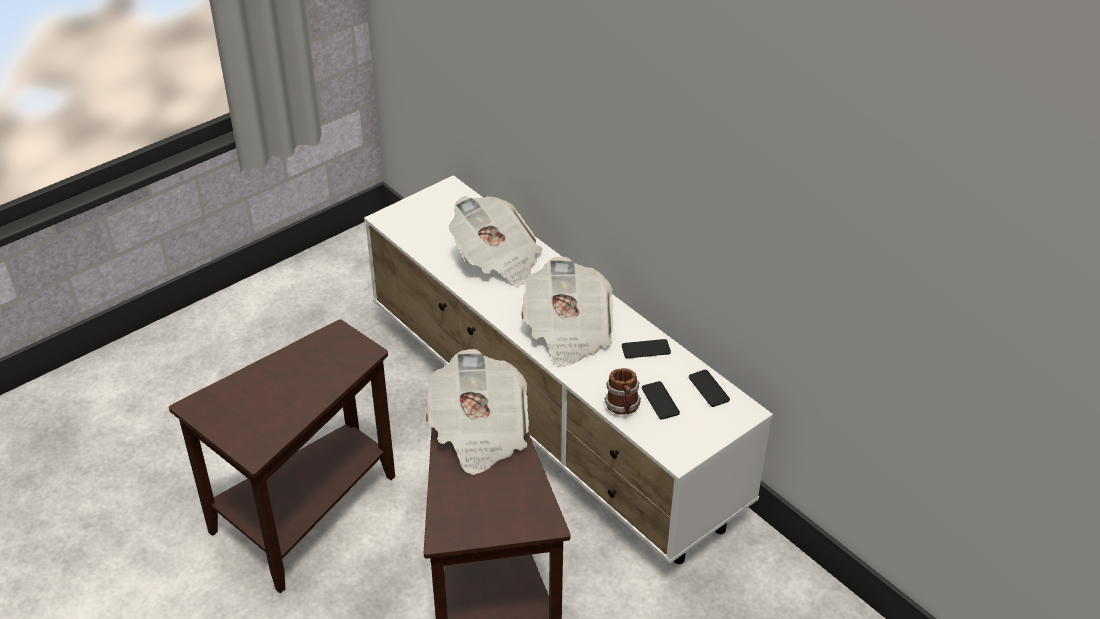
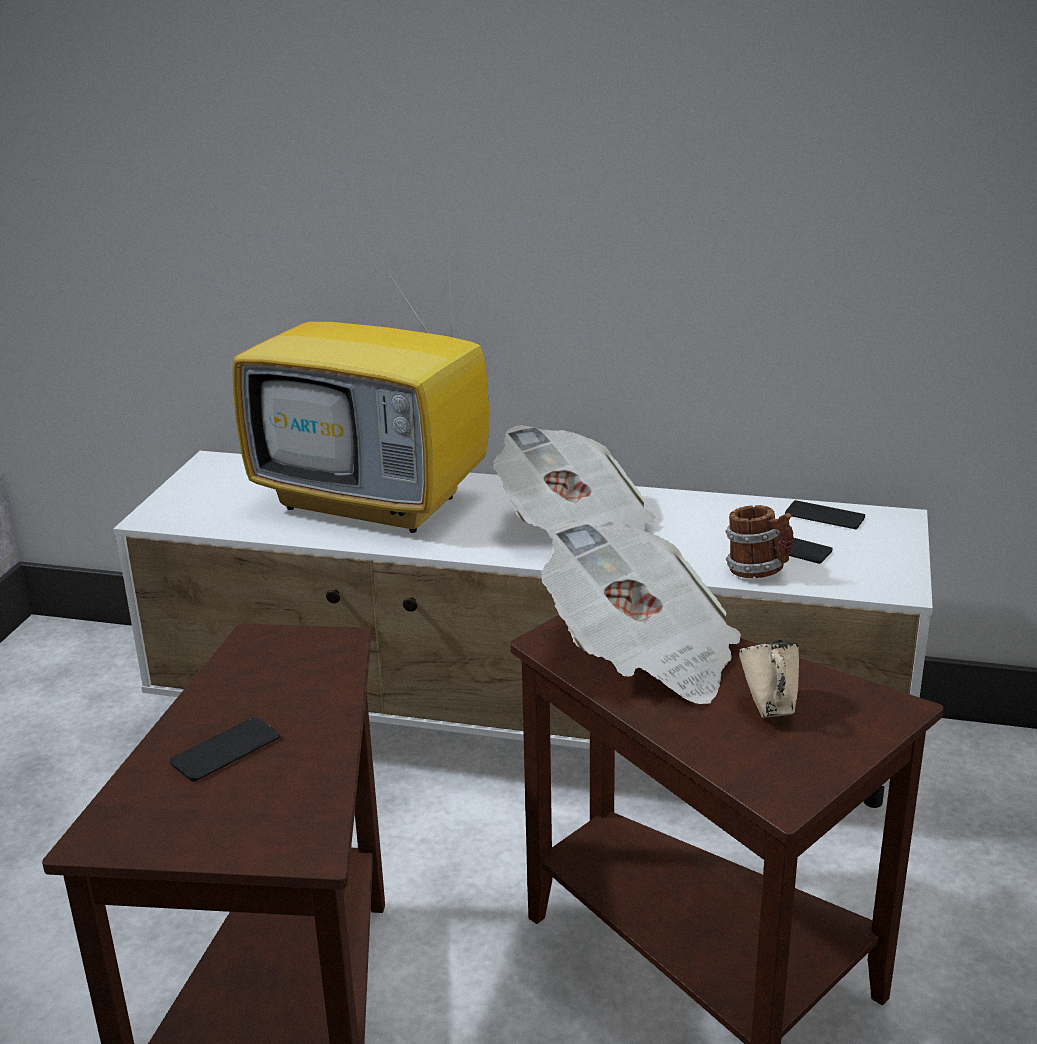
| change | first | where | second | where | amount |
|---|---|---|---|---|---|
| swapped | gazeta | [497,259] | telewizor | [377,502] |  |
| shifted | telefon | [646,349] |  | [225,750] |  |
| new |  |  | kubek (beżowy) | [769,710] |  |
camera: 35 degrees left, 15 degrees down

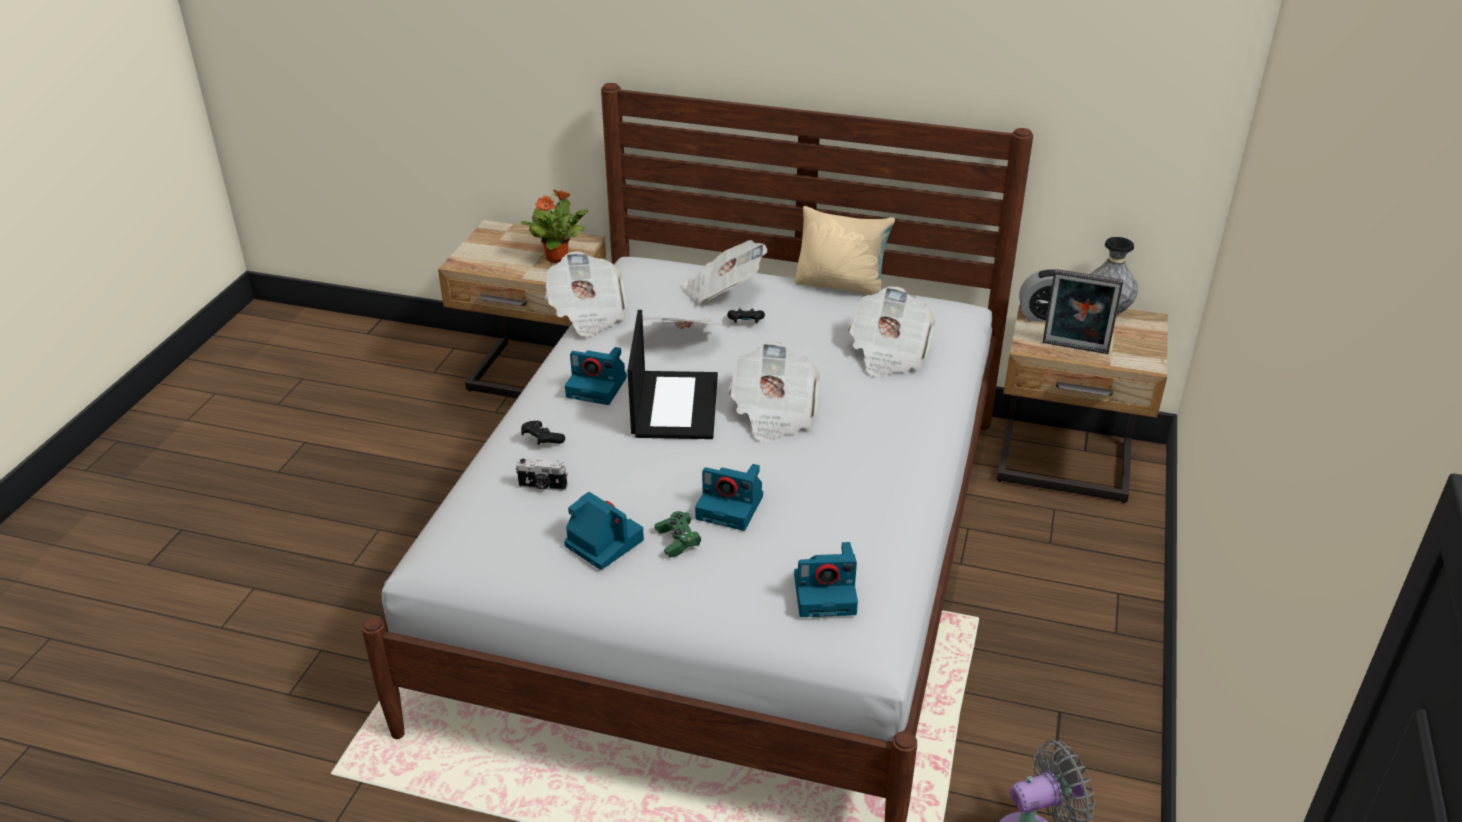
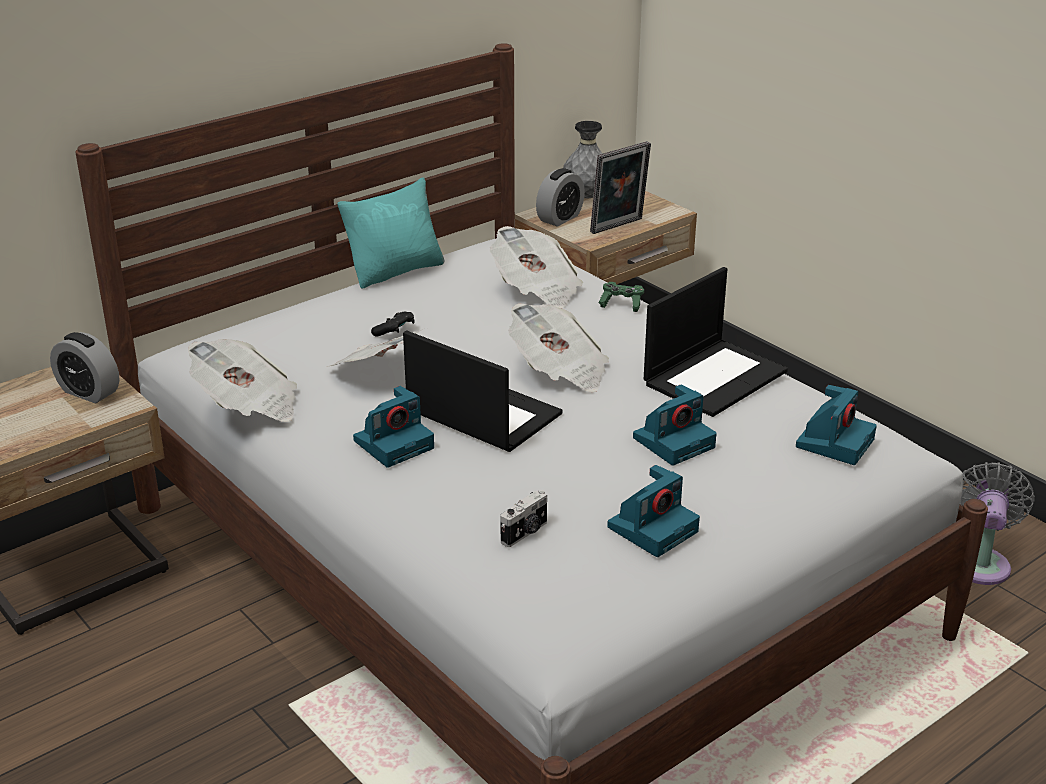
| change | first | where | second | where | amount |
|---|---|---|---|---|---|
| swapped | roślina doniczkowa | [558,258] | budzik | [89,392] |  |
| gone | pad do gier (czarny) | [542,440] |  |  |  |
| rotated | aparat fotograficzny | [602,542] |  | [653,528] | 150 degrees clockwise |
| shifted | pad do gier (zielony) | [677,541] |  | [621,304] |  |
| gone | gazeta | [723,290] |  |  |  |
| repainted | poduszka (beżowy) | [841,285] | poduszka (turkusowy) | [396,271] |  |
| new |  |  | laptop | [715,377] |  |
camera: 55 degrees left, 5 degrees down

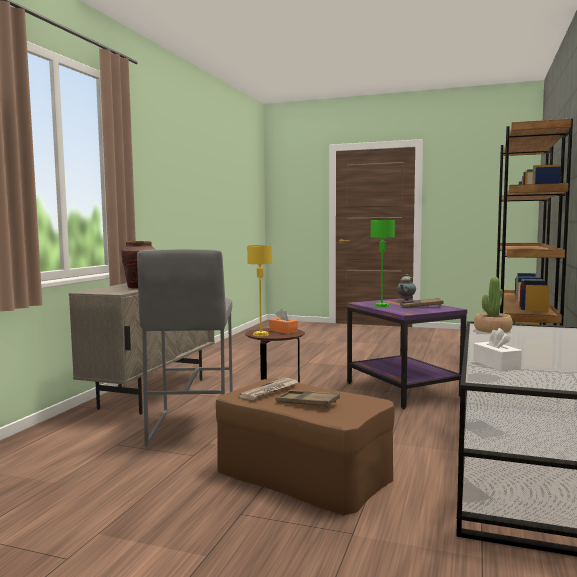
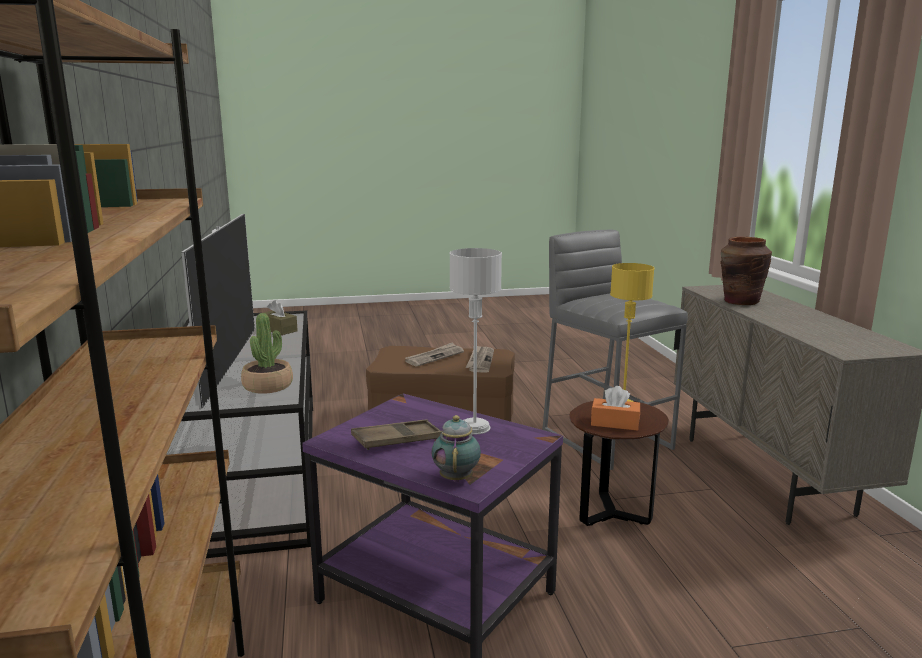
| change | first | where | second | where | amount |
|---|---|---|---|---|---|
| swapped | taca (brązowy) | [307,403] | gazeta | [434,357] |  |
| repainted | lampa stołowa (zielony) | [381,306] | lampa stołowa (szary) | [475,427] |  |
| repainted | pudełko chusteczek (biały) | [496,365] | pudełko chusteczek (brązowy) | [279,329] |  |
| new |  |  | telewizor | [229,364] |  |
camera: 150 degrees right, 10 degrees up

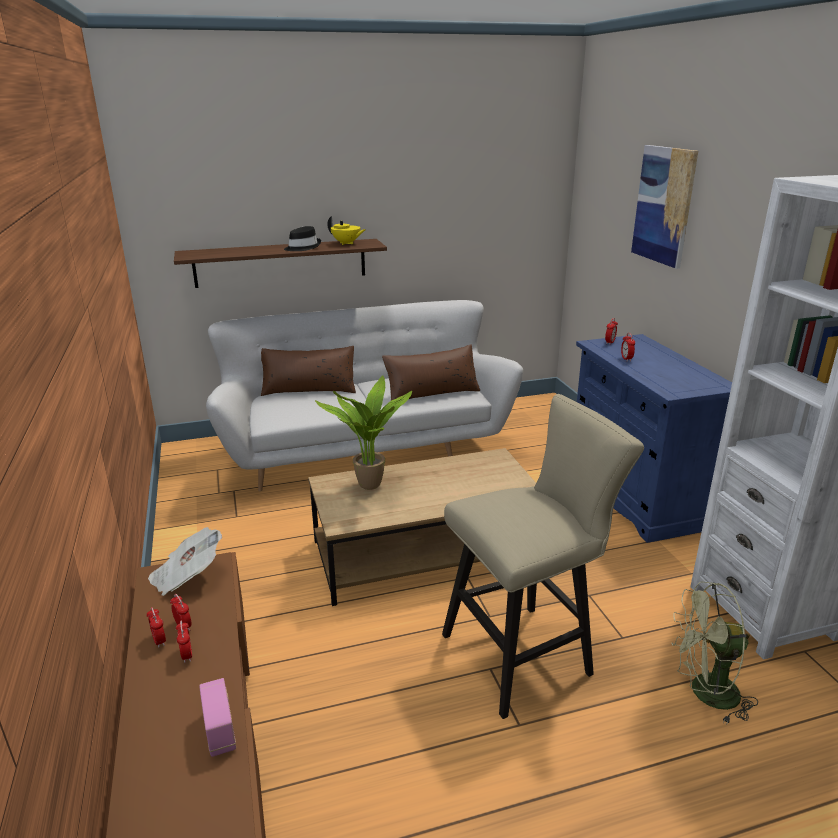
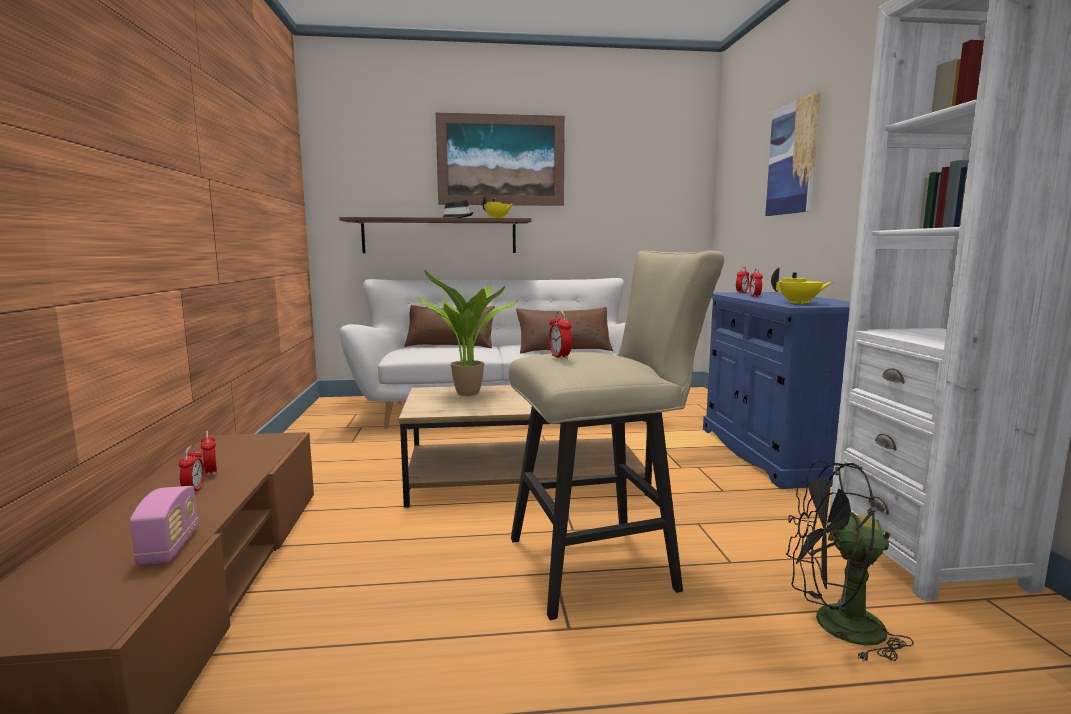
| change | first | where | second | where | amount |
|---|---|---|---|---|---|
| shifted | budzik | [159,640] |  | [560,357] |  |
| gone | gazeta | [187,576] |  |  |  |
| repainted | wentylator (zielony) | [705,694] | wentylator (czarny) | [834,626] |  |
| new |  |  | obraz | [501,160] |  |
| new |  |  | imbryk (żółty) | [799,303] |  |
camera: 10 degrees right, 15 degrees down

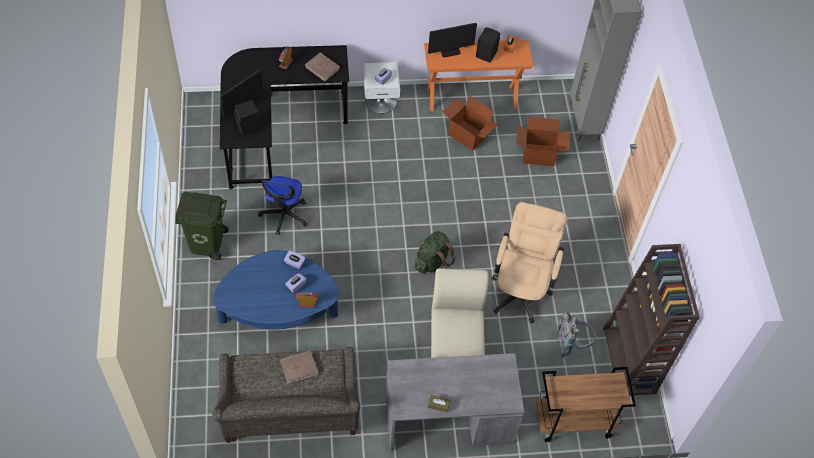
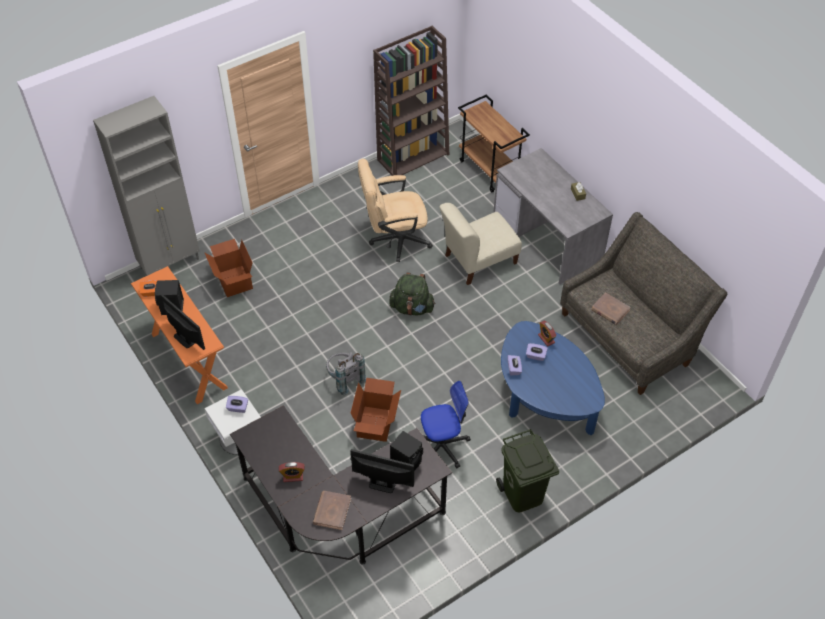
| change | first | where | second | where | amount |
|---|---|---|---|---|---|
| shifted | książka (brązowy) | [322,68] |  | [332,511] |  |
| shifted | karton | [467,135] |  | [376,424] |  |
| shifted | plecak (szary) | [573,344] |  | [344,379] |  |
camera: 115 degrees left, 5 degrees down

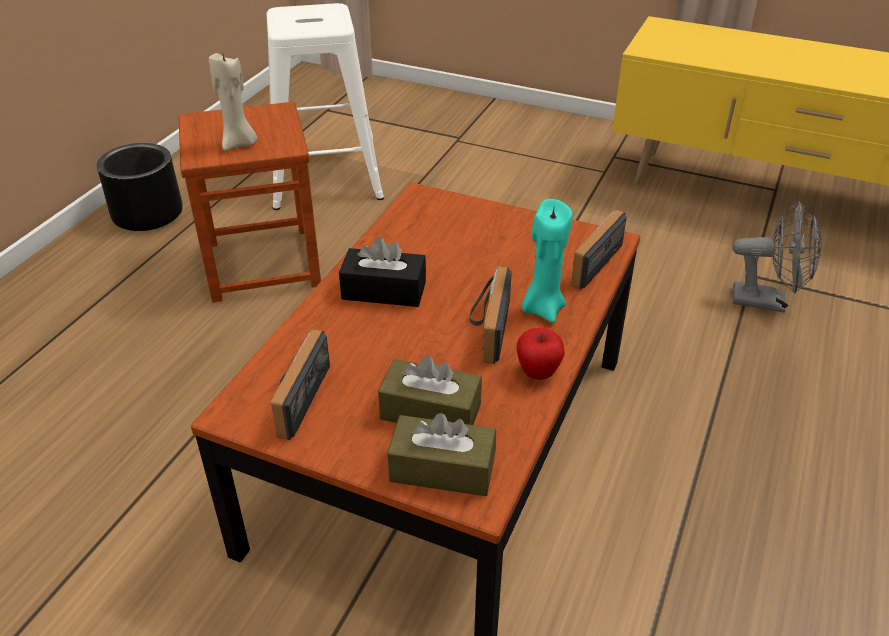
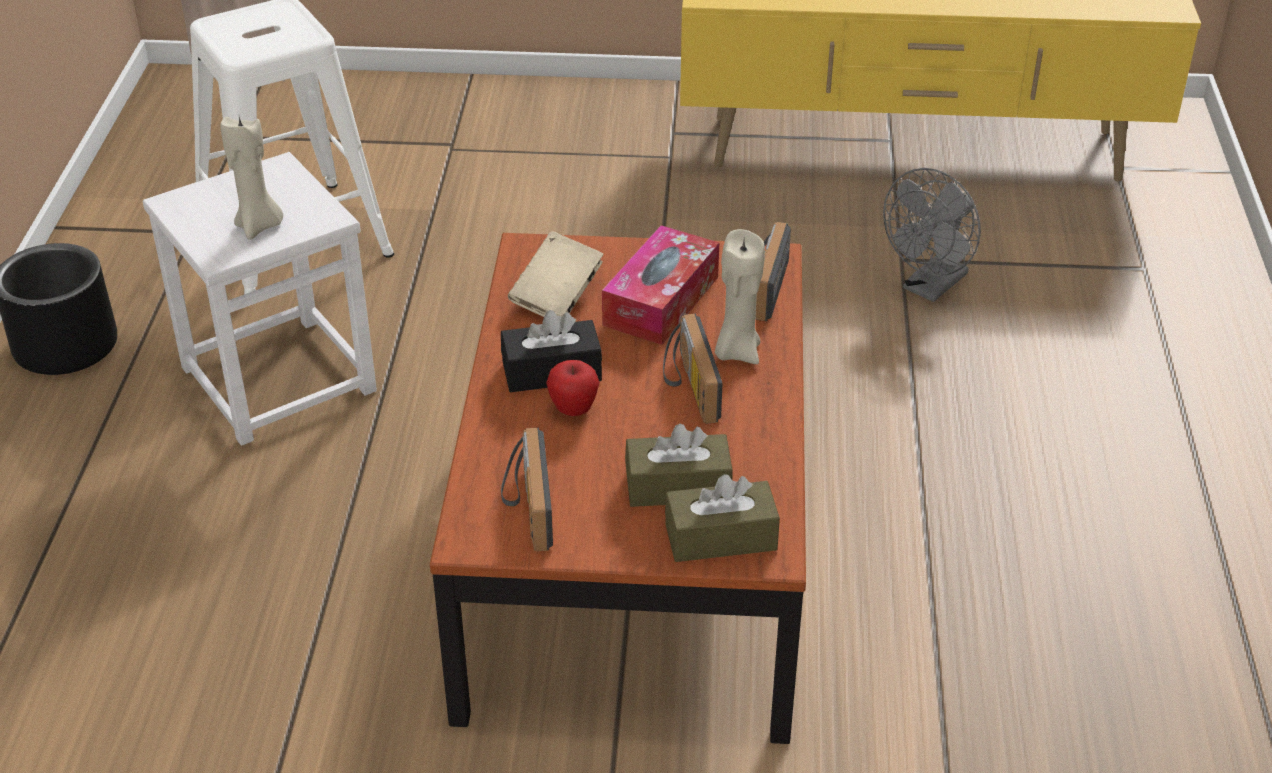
| change | first | where | second | where | amount |
|---|---|---|---|---|---|
| repainted | stołek (brązowy) | [263,263] | stołek (biały) | [278,378] |  |
| shifted | jabłko | [538,373] |  | [573,410] |  |
| repainted | świeca (turkusowy) | [542,308] | świeca (beżowy) | [736,351] |  |
| rotated | wentylator (szary) | [767,301] |  | [930,287] | 135 degrees clockwise |
| new |  |  | książka (beżowy) | [557,296] |  |
| new |  |  | pudełko chusteczek | [661,301] |  |
camera: 20 degrees left, 0 degrees up

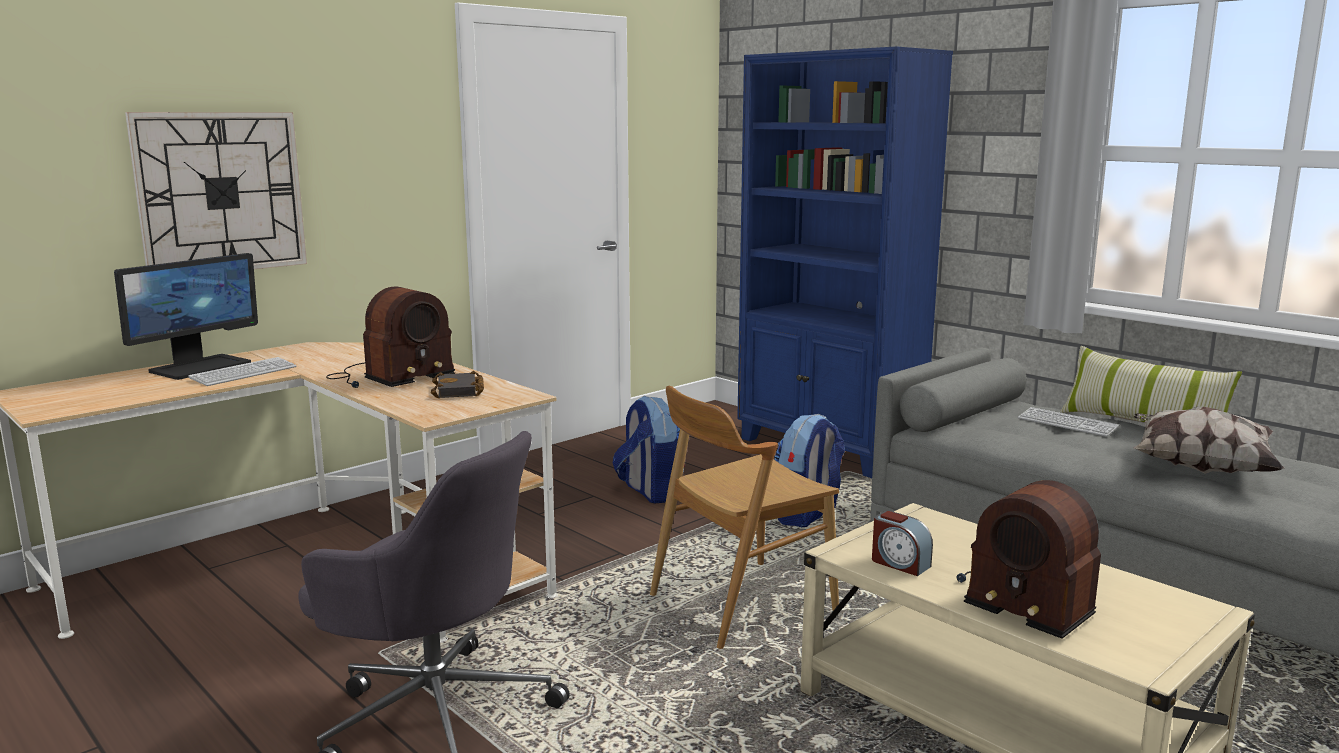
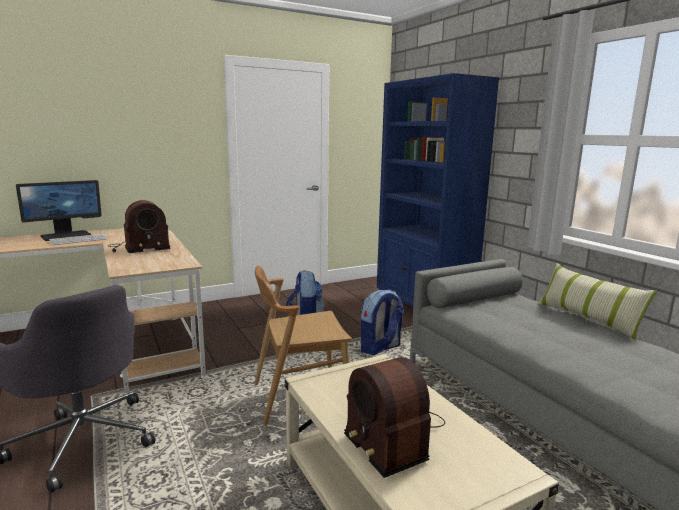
| change | first | where | second | where | amount |
|---|---|---|---|---|---|
| gone | zegar ścienny | [221,193] |  |  |  |
| gone | książka (czarny) | [460,391] |  |  |  |
| gone | budzik | [899,563] |  |  |  |
| gone | klawiatura | [1067,423] |  |  |  |
| gone | poduszka | [1199,467] |  |  |  |
camera: 15 degrees right, 0 degrees up

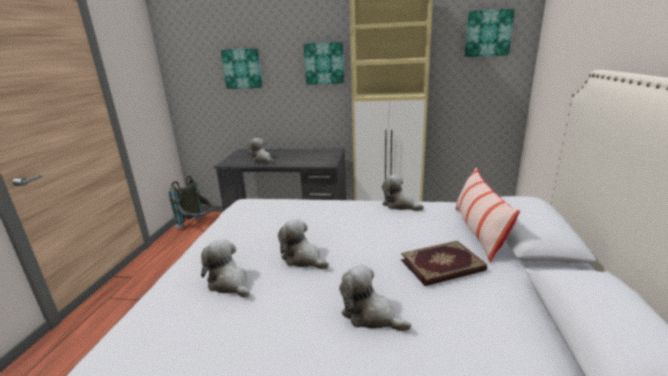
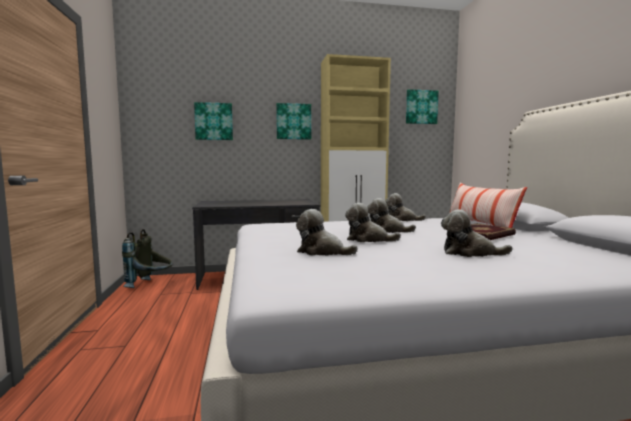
| change | first | where | second | where | amount |
|---|---|---|---|---|---|
| shifted | pluszak | [262,160] |  | [386,230] |  |
camera: 20 degrees left, 15 degrees down

